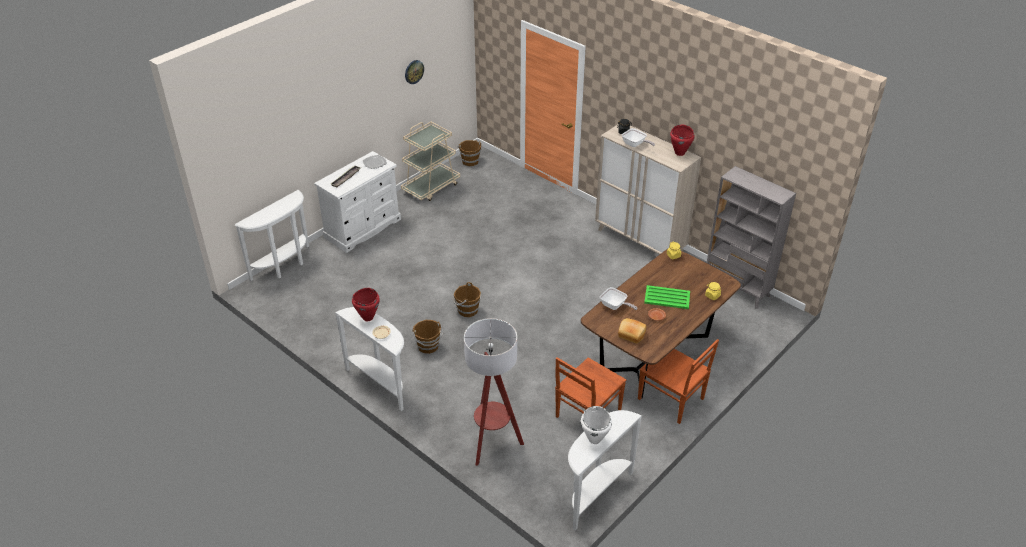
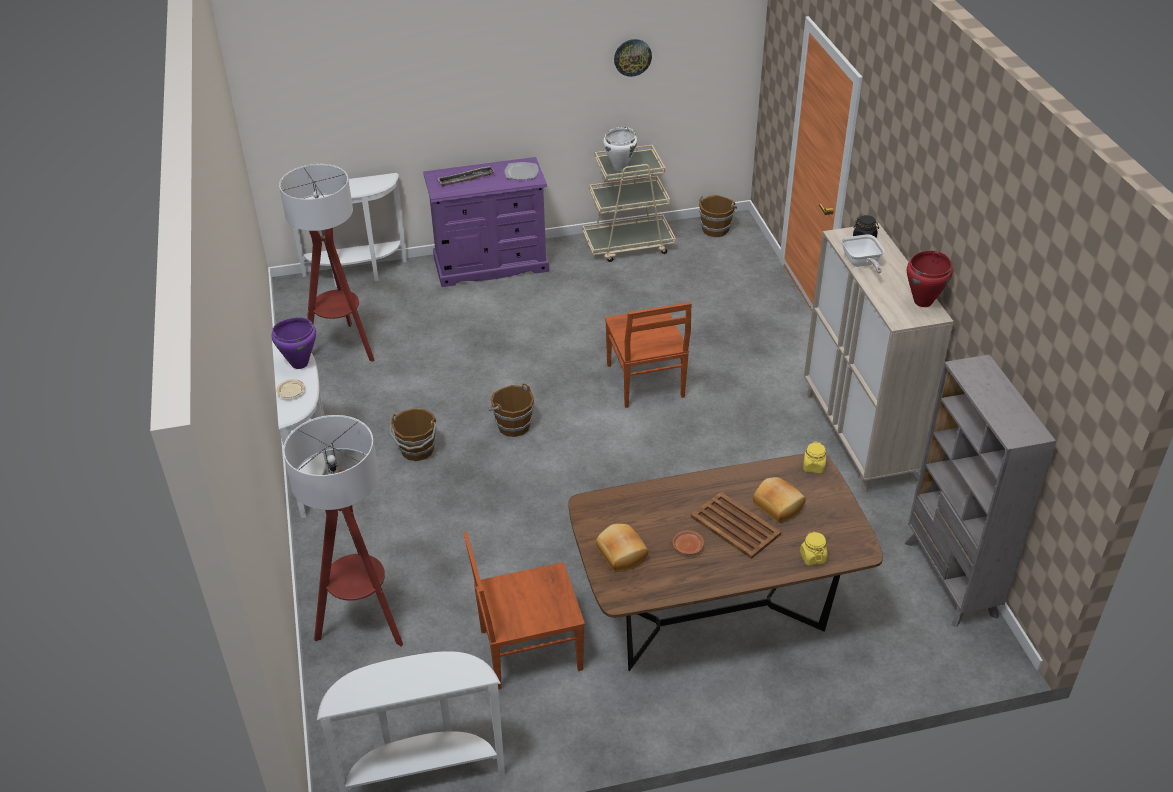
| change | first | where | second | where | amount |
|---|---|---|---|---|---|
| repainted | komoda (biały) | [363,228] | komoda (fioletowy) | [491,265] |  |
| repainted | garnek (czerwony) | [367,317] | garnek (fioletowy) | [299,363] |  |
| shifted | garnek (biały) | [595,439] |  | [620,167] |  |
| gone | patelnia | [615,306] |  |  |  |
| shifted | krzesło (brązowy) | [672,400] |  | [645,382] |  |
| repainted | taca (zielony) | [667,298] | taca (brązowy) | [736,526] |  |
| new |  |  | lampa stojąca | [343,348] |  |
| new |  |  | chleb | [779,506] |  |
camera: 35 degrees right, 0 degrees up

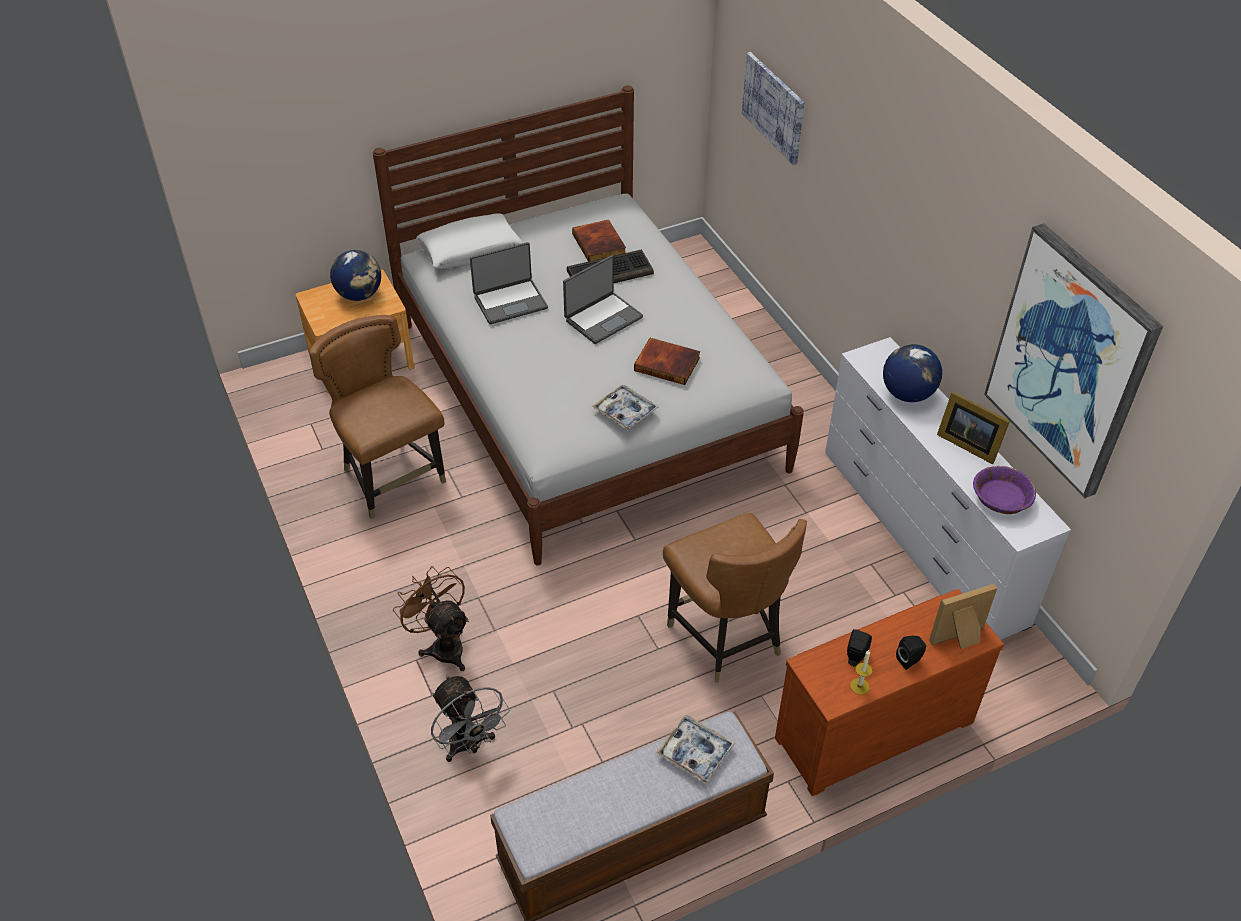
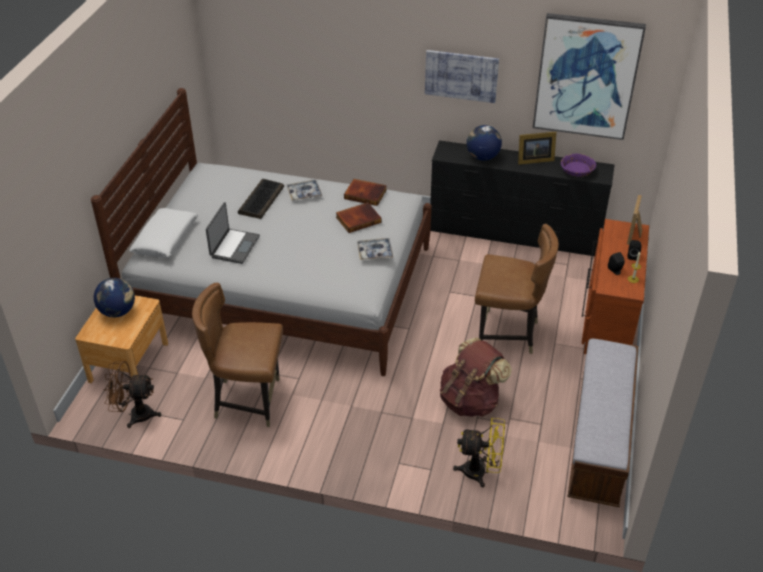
| change | first | where | second | where | amount |
|---|---|---|---|---|---|
| shifted | wentylator (brązowy) | [442,645] |  | [135,415] |  |
| repainted | wentylator (szary) | [469,745] | wentylator (żółty) | [481,472] |  |
| gone | laptop | [603,318] |  |  |  |
| shifted | książka | [600,244] |  | [366,194] |  |
| shifted | taca | [695,752] |  | [304,193] |  |
| shifted | obraz | [774,107] |  | [461,75] |  |
| repainted | komoda (biały) | [921,536] | komoda (czarny) | [514,234] |  |
| new |  |  | plecak (brązowy) | [470,401] |  |
camera: 50 degrees left, 5 degrees down

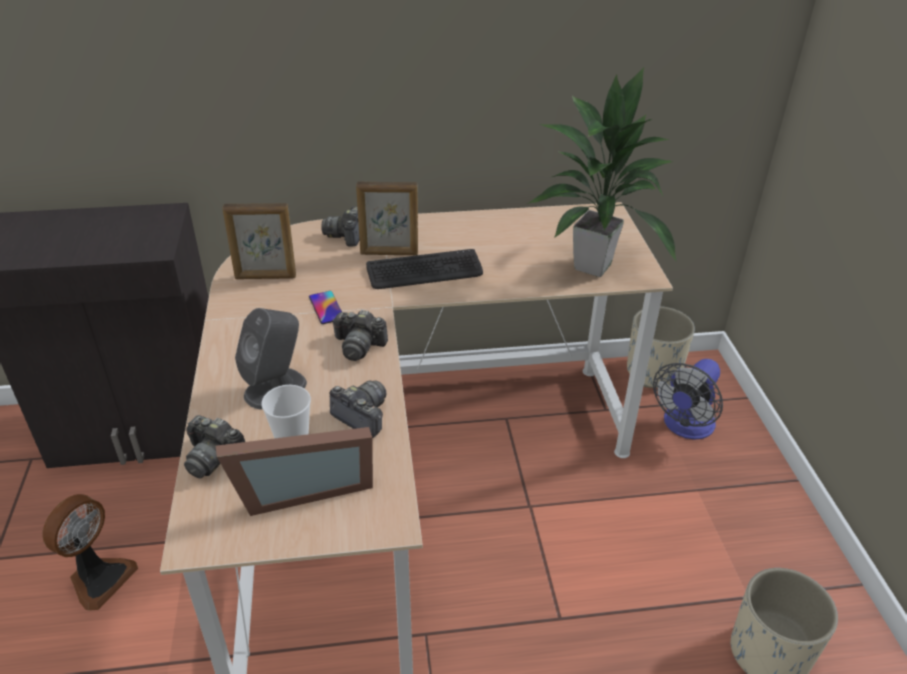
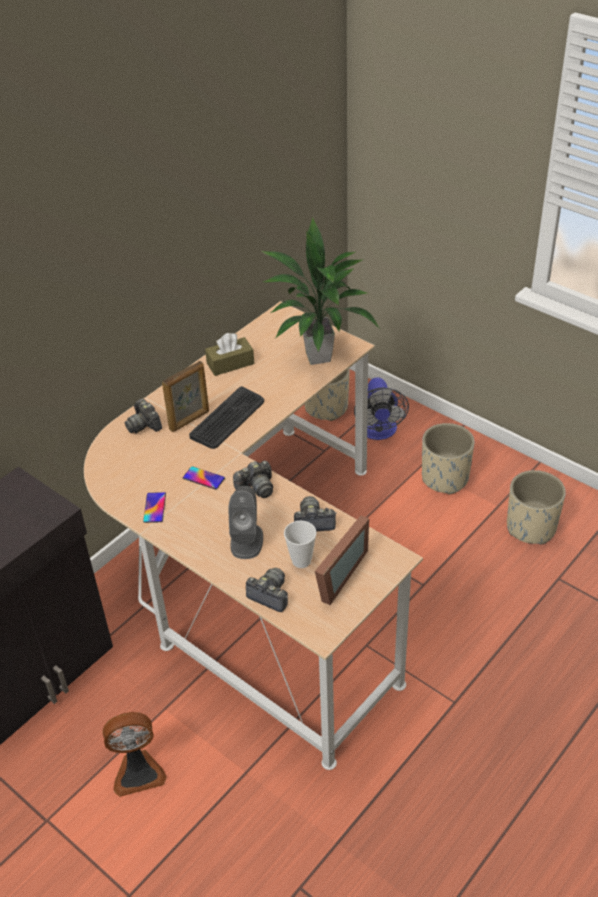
| change | first | where | second | where | amount |
|---|---|---|---|---|---|
| rotated | wentylator | [99,578] |  | [138,771] | 90 degrees clockwise |
| rotated | aparat fotograficzny | [214,457] |  | [270,595] | 135 degrees counterclockwise |
| gone | ramka na zdjęcie | [265,277] |  |  |  |
| new |  |  | telefon | [154,507] |  |
| new |  |  | pudełko chusteczek (brązowy) | [230,363] |  |
| new |  |  | donica (beżowy) | [445,478] |  |
camera: 40 degrees left, 5 degrees up

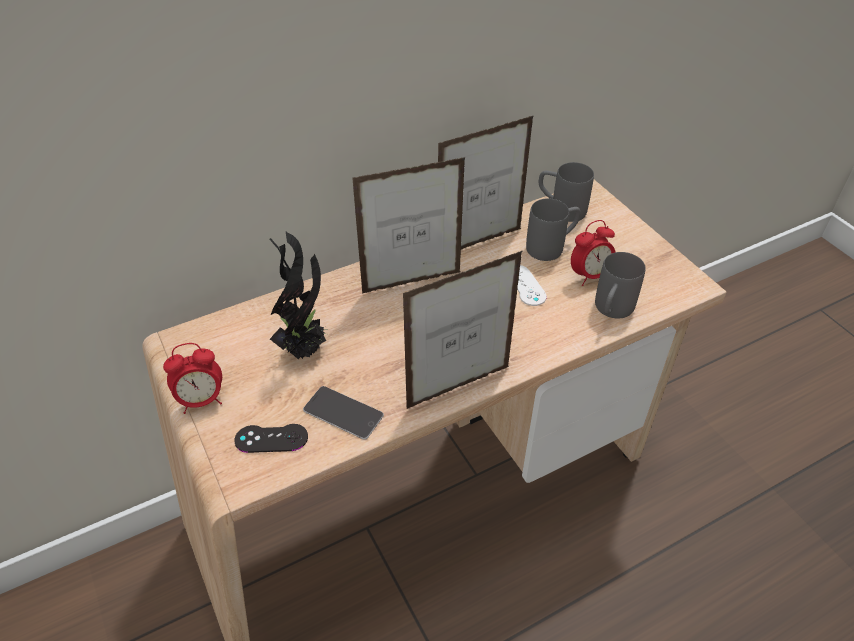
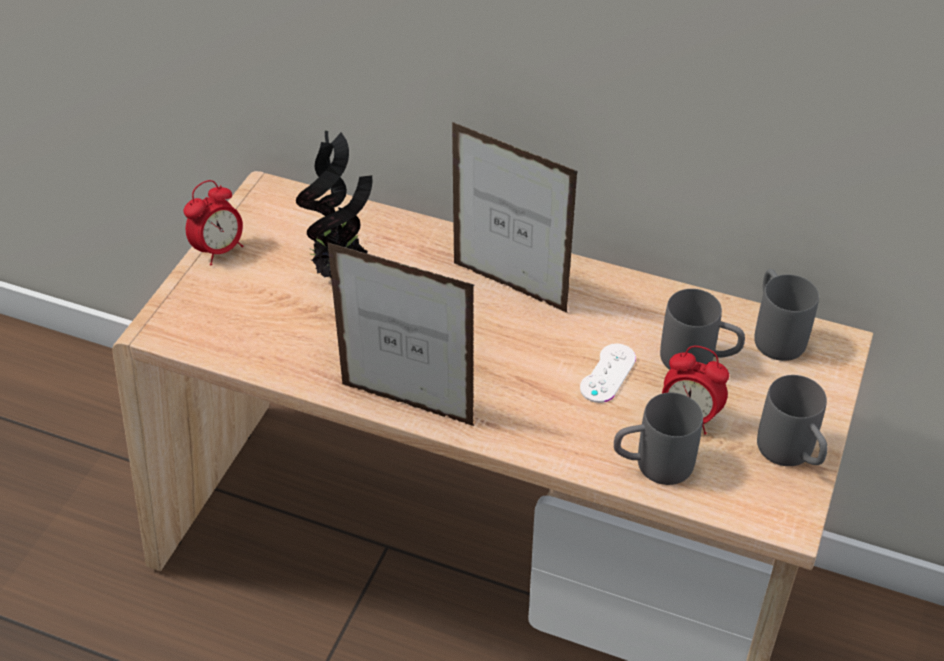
| change | first | where | second | where | amount |
|---|---|---|---|---|---|
| rotated | budzik | [201,400] |  | [219,250] | 75 degrees counterclockwise |
| gone | pad do gier (czarny) | [271,438] |  |  |  |
| gone | telefon | [343,412] |  |  |  |
| gone | ramka na zdjęcie | [479,243] |  |  |  |
| new |  |  | kubek (szary) | [792,455] |  |
camera: 50 degrees right, 0 degrees up

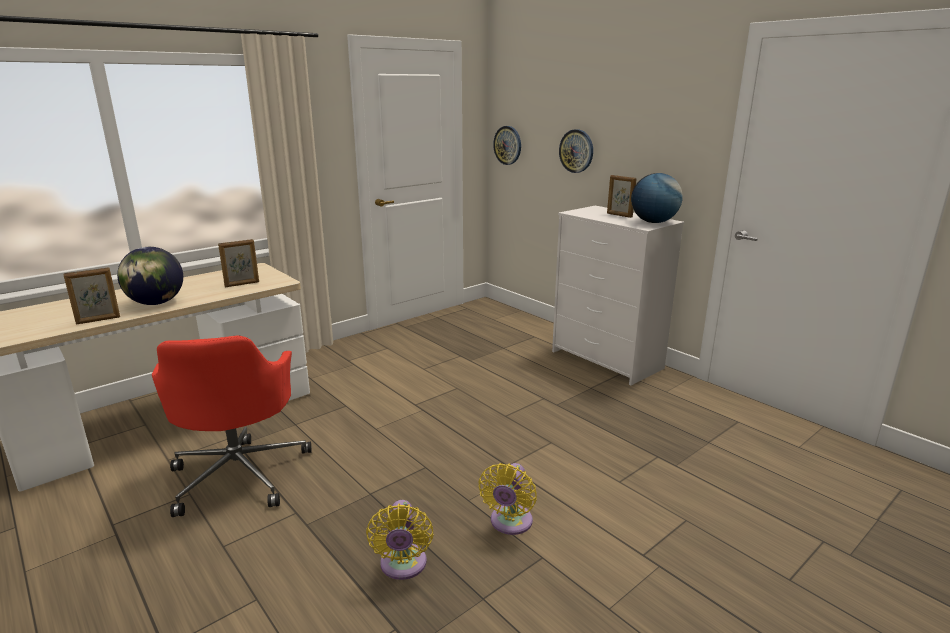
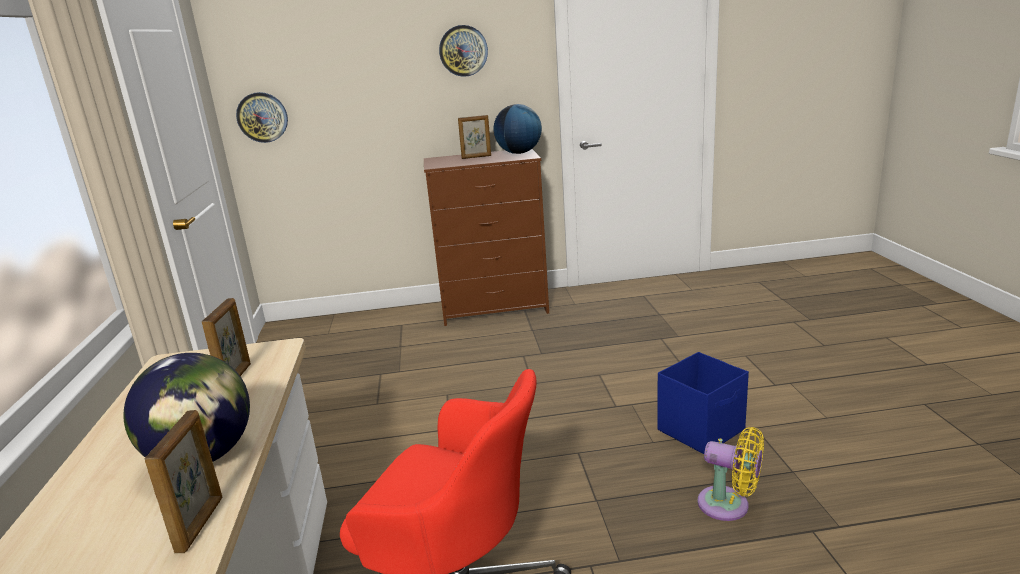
| change | first | where | second | where | amount |
|---|---|---|---|---|---|
| swapped | wentylator (żółty) | [509,523] | pojemnik do przechowywania (niebieski) | [702,430] |  |
| repainted | komoda (biały) | [607,360] | komoda (brązowy) | [495,308] |  |
| shifted | zegar ścienny | [576,151] |  | [463,51] |  |
camera: 55 degrees left, 0 degrees up

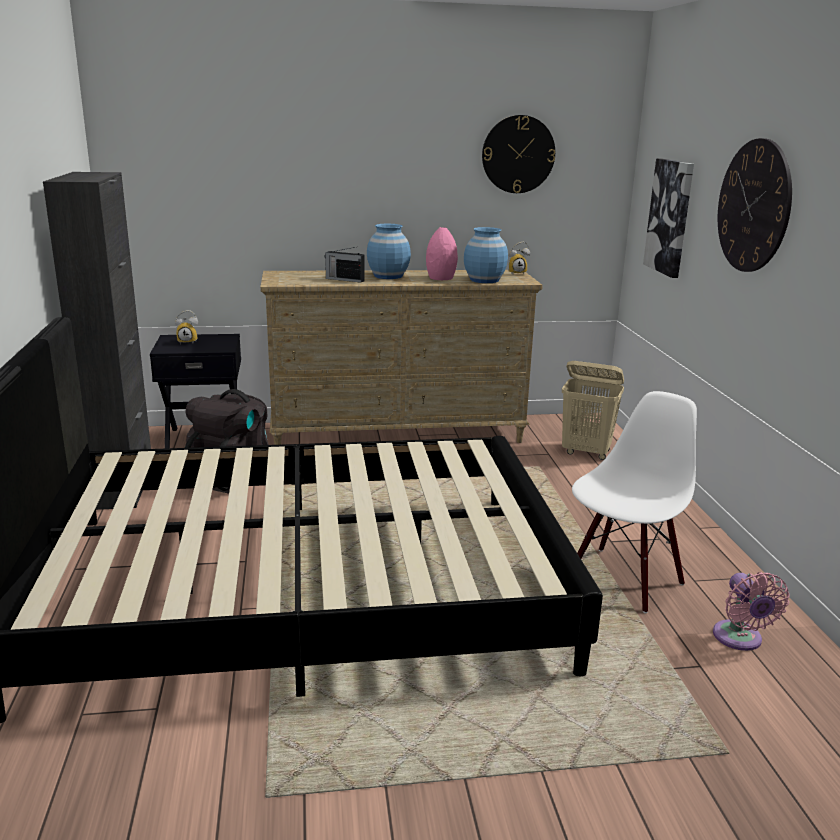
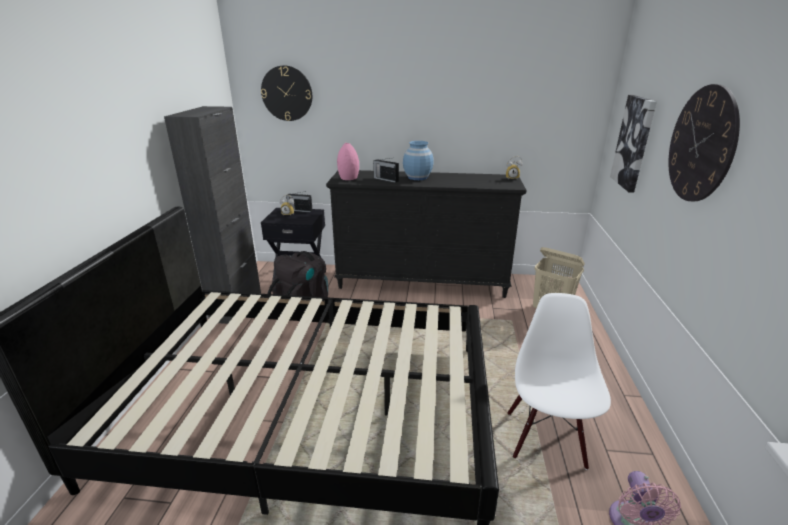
| change | first | where | second | where | amount |
|---|---|---|---|---|---|
| repainted | komoda (beżowy) | [399,434] | komoda (czarny) | [422,282] |  |
| shifted | wazon (różowy) | [440,278] |  | [348,178] |  |
| gone | wazon (niebieski) | [484,280] |  |  |  |
| shifted | zegar ścienny | [518,154] |  | [287,93] |  |
| rotated | krzesło (biały) | [623,579] |  | [546,439] | 45 degrees counterclockwise |
| new |  |  | radio | [299,210] |  |
camera: 15 degrees right, 5 degrees up

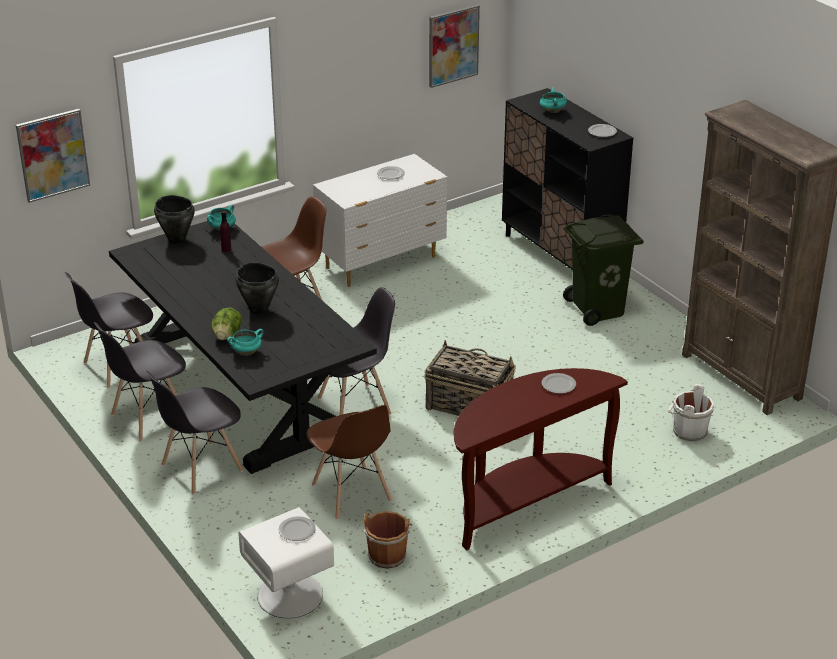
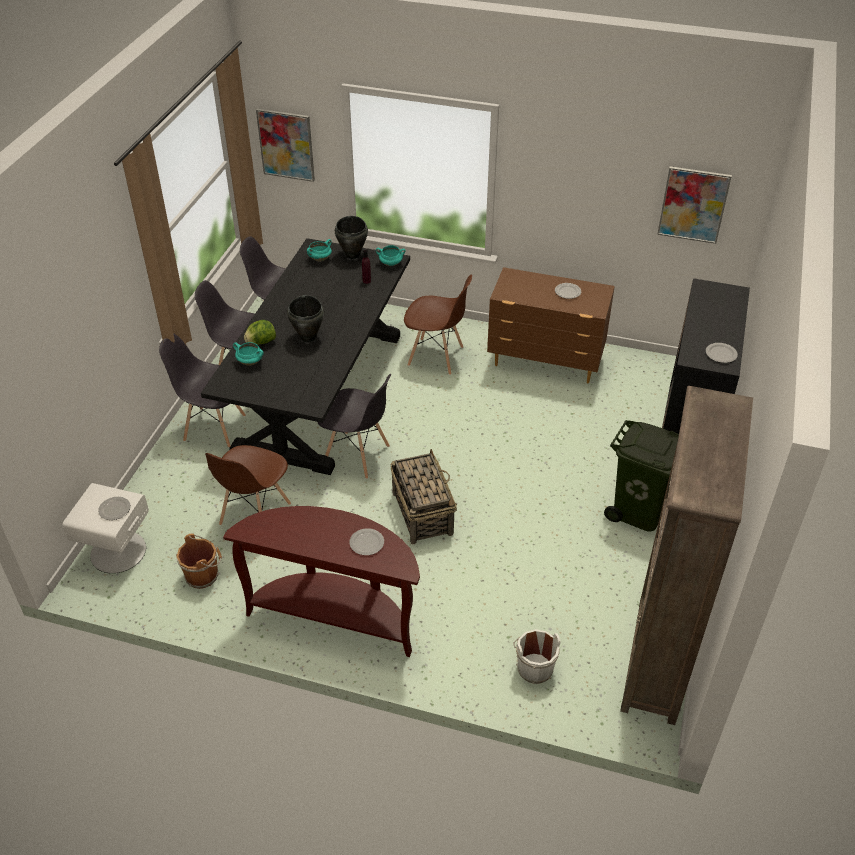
| change | first | where | second | where | amount |
|---|---|---|---|---|---|
| repainted | komoda (biały) | [382,263] | komoda (brązowy) | [546,363] |  |
| shifted | garnek (turkusowy) | [552,111] |  | [320,258] |  |
camera: 50 degrees right, 10 degrees up

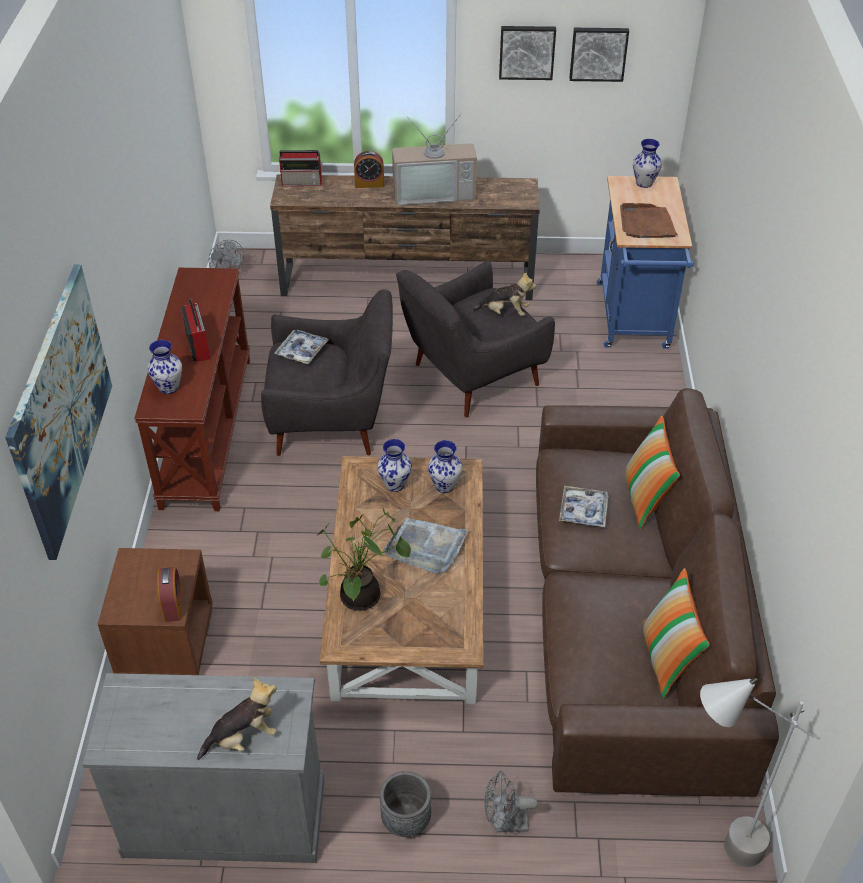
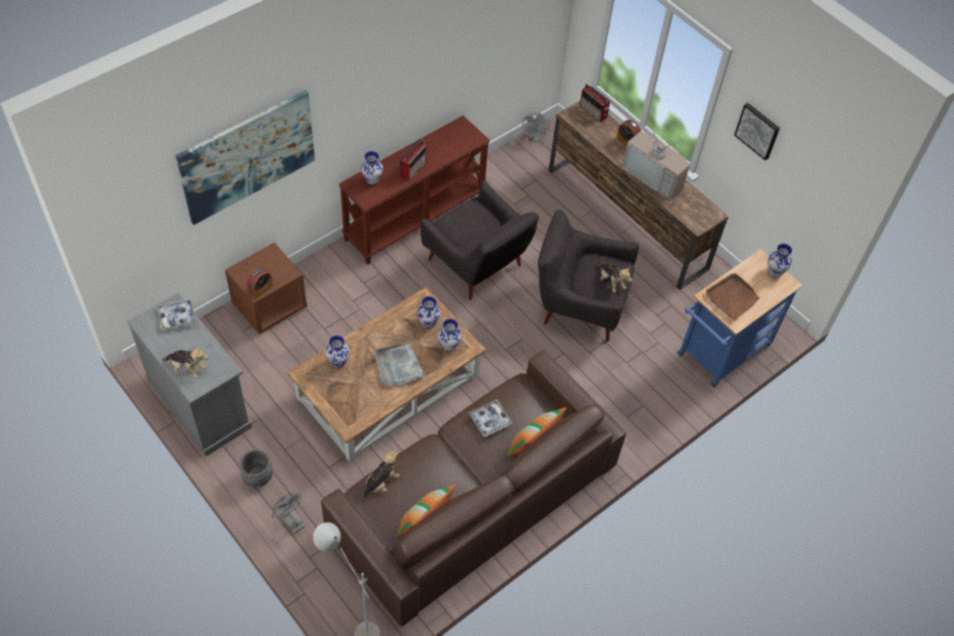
| change | first | where | second | where | amount |
|---|---|---|---|---|---|
| shifted | taca | [302,350] |  | [177,317] |  |
| swapped | roślina doniczkowa | [361,599] | wazon | [338,362] |  |
| gone | obraz | [598,53] |  |  |  |
| new |  |  | pluszak | [381,483] |  |
camera: 45 degrees right, 10 degrees up

